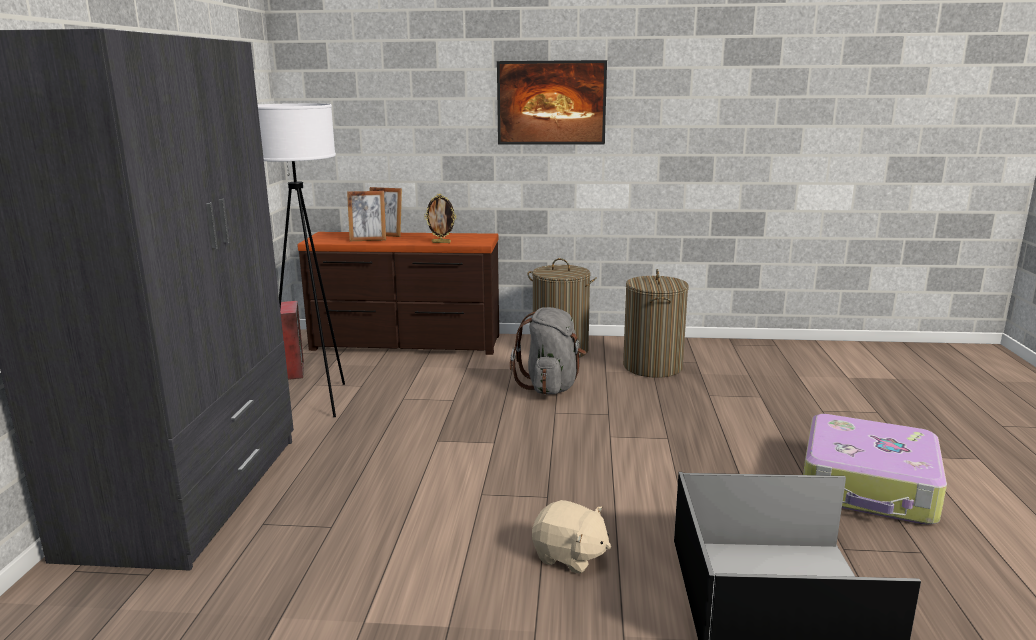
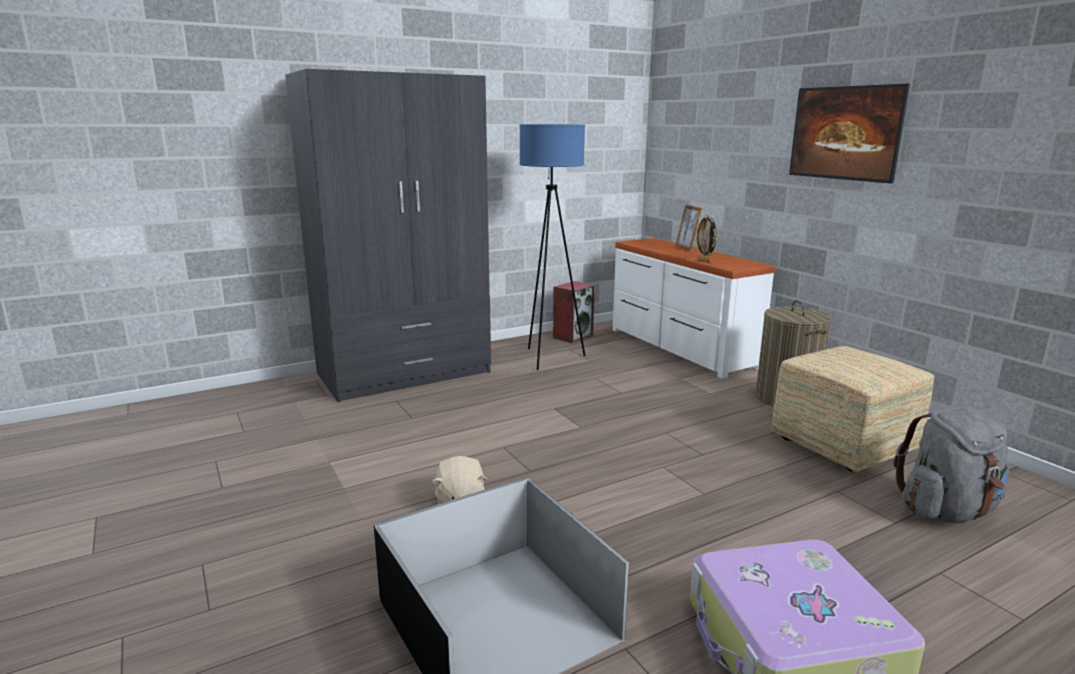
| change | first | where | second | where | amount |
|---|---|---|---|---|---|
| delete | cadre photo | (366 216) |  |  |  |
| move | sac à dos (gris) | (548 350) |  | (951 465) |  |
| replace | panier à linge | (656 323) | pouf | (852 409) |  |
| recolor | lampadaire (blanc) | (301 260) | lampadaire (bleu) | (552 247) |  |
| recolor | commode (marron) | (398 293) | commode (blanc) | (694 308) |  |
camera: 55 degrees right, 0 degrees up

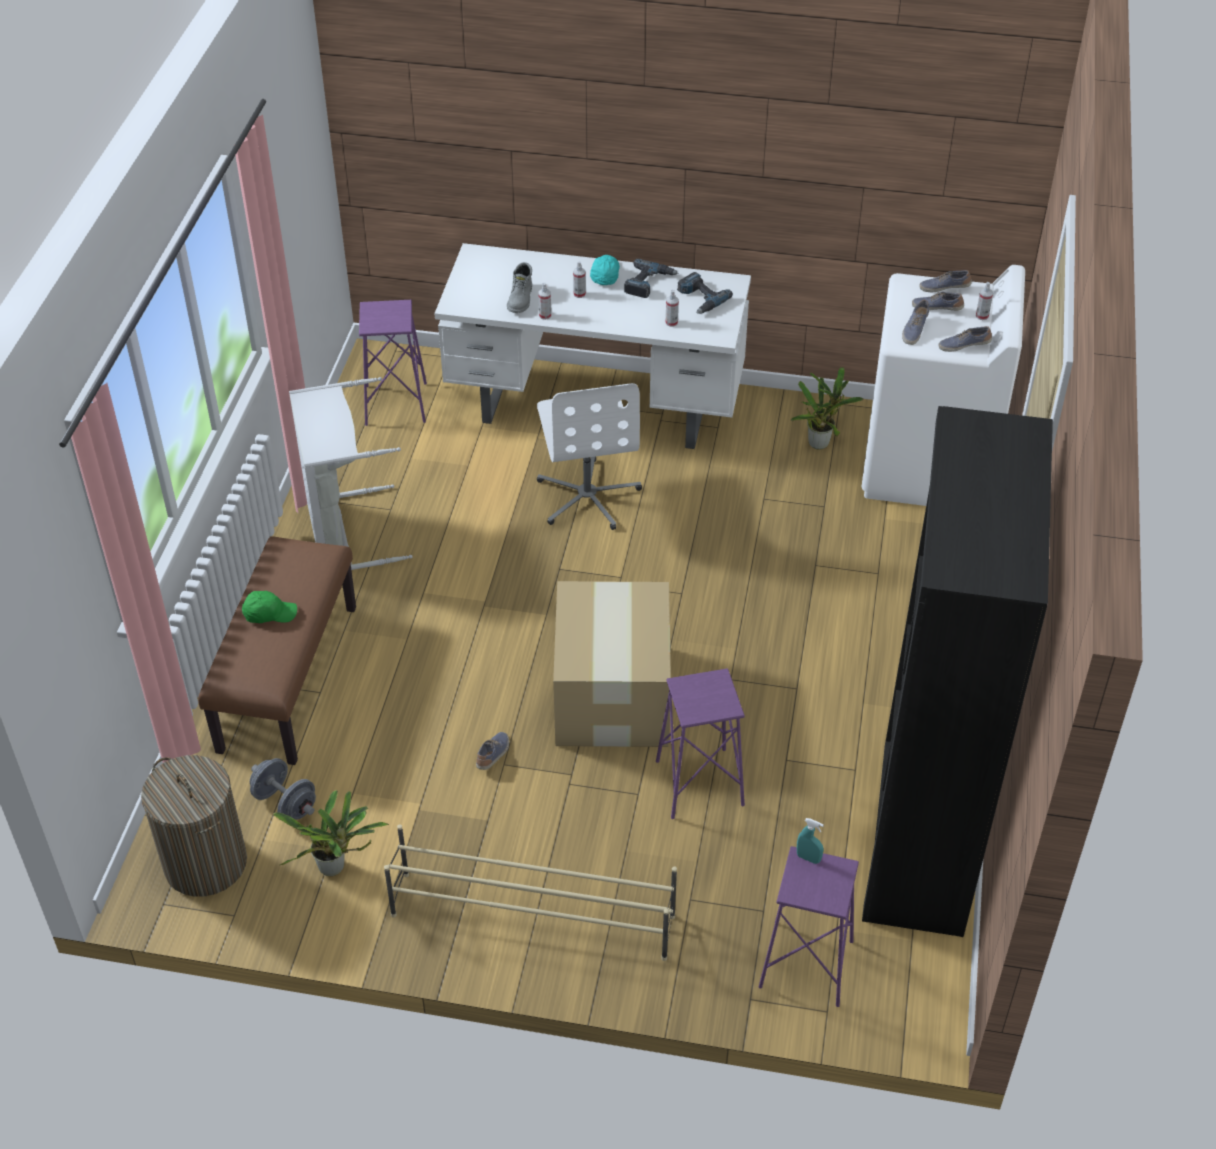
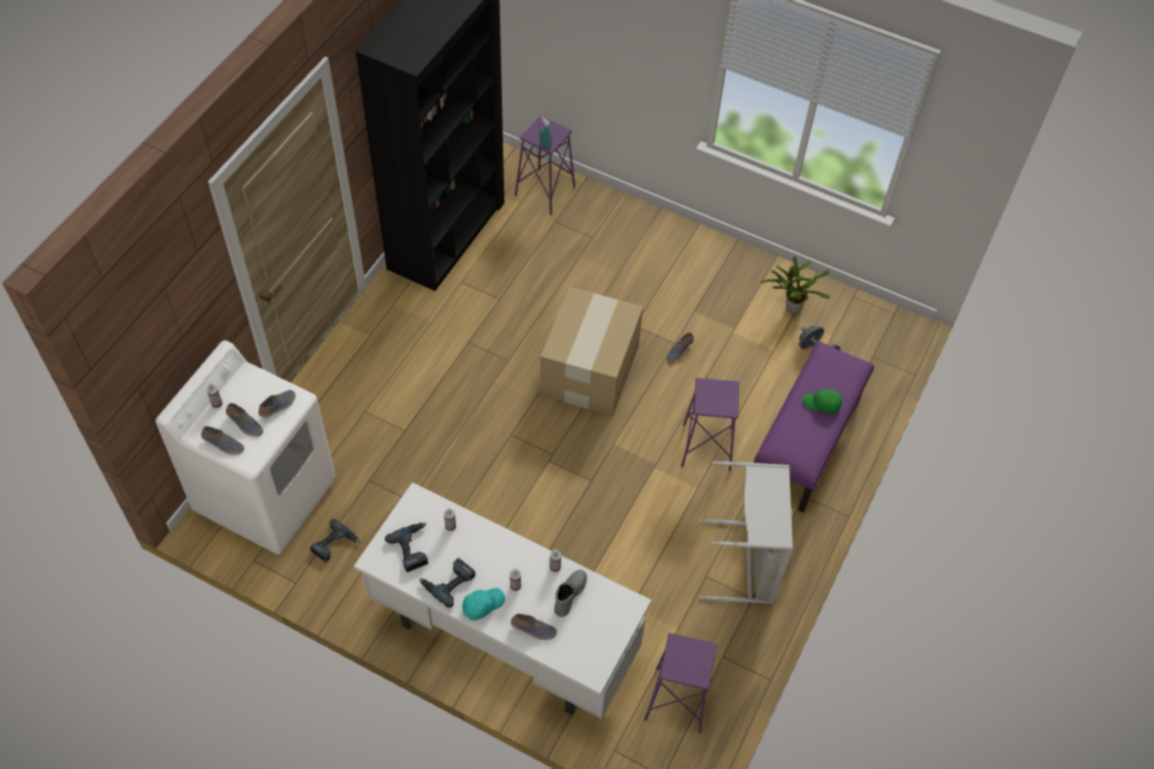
| change | first | where | second | where | amount |
|---|---|---|---|---|---|
| delete | panier à linge | (194 826) |  |  |  |
| delete | étagère à chaussures (beige) | (530 892) |  |  |  |
| delete | chaise de bureau (blanc) | (589 456) |  |  |  |
| move | tabouret (violet) | (700 743) |  | (710 424) |  |
| move | chaussure | (965 339) |  | (534 626) |  |
| replace | plante en pot | (827 408) | perceuse | (335 540) |  |
| recolor | banc (marron) | (277 651) | banc (violet) | (814 427) |  |
| rotate | casquette (turquoise) | (605 270) |  | (483 604) | 150 degrees counterclockwise |
camera: 165 degrees left, 10 degrees up

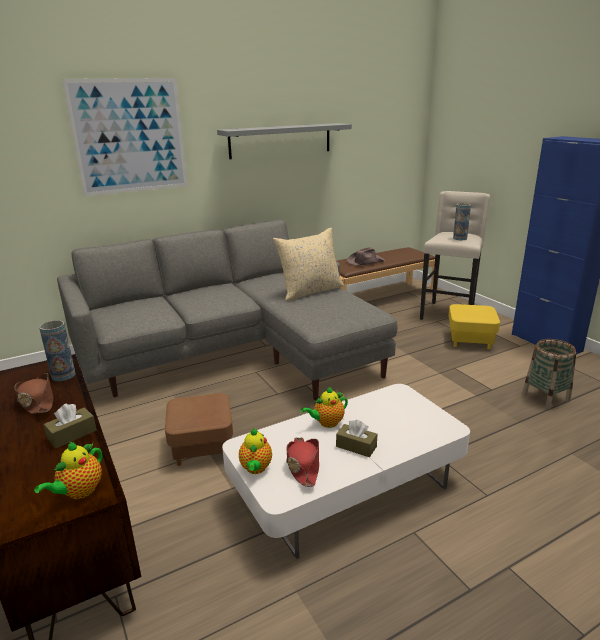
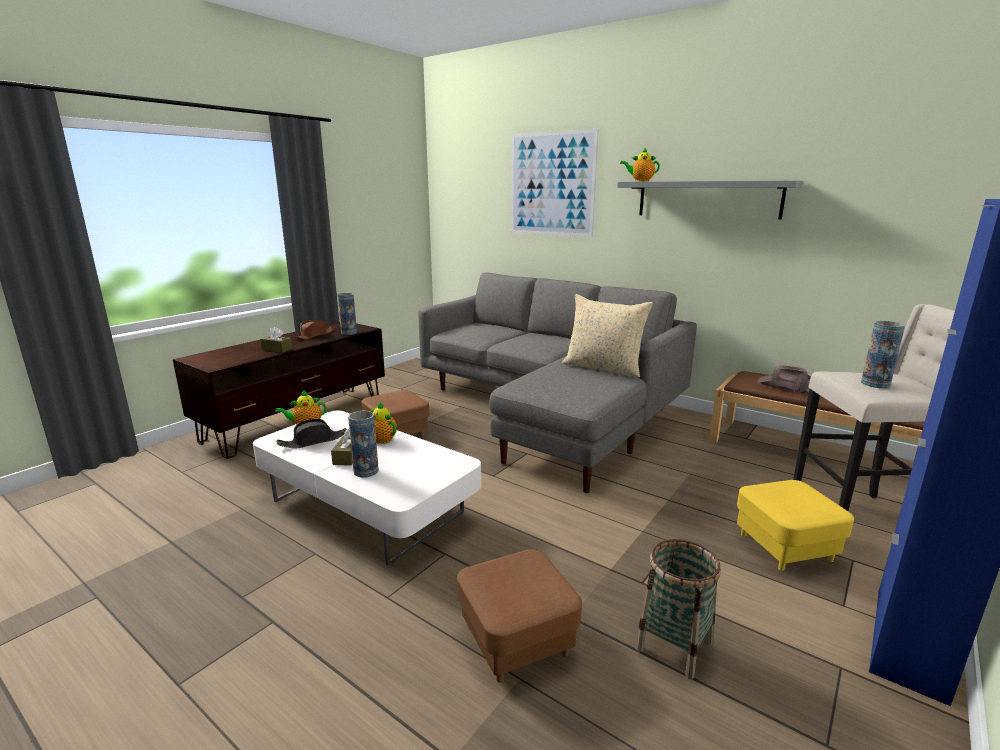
| change | first | where | second | where | amount |
|---|---|---|---|---|---|
| insert |  |  | vase | (363 444) |  |
| insert |  |  | pouf (marron) | (519 615) |  |
| move | théière | (68 470) |  | (640 164) |  |
| recolor | chapeau (rouge) | (302 462) | chapeau (noir) | (311 434) |  |
camera: 65 degrees right, 5 degrees down

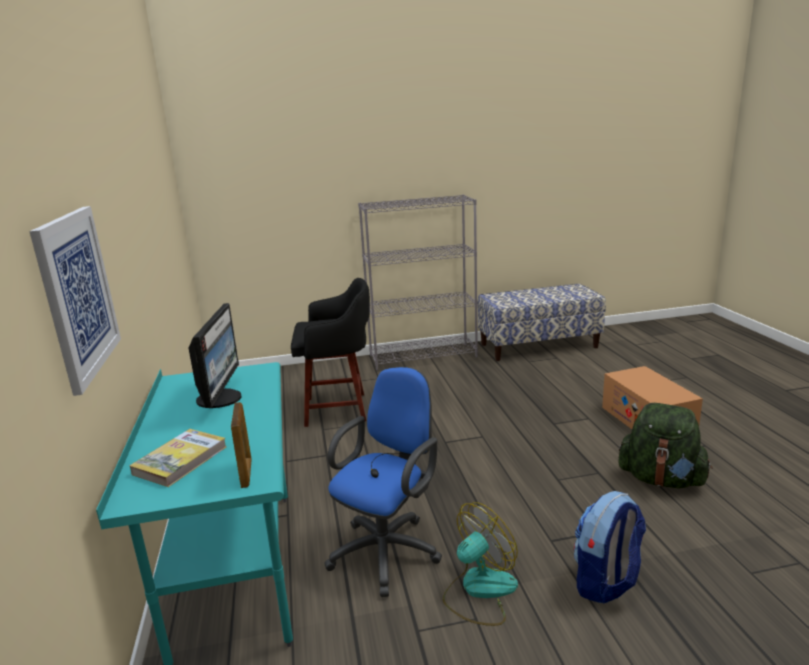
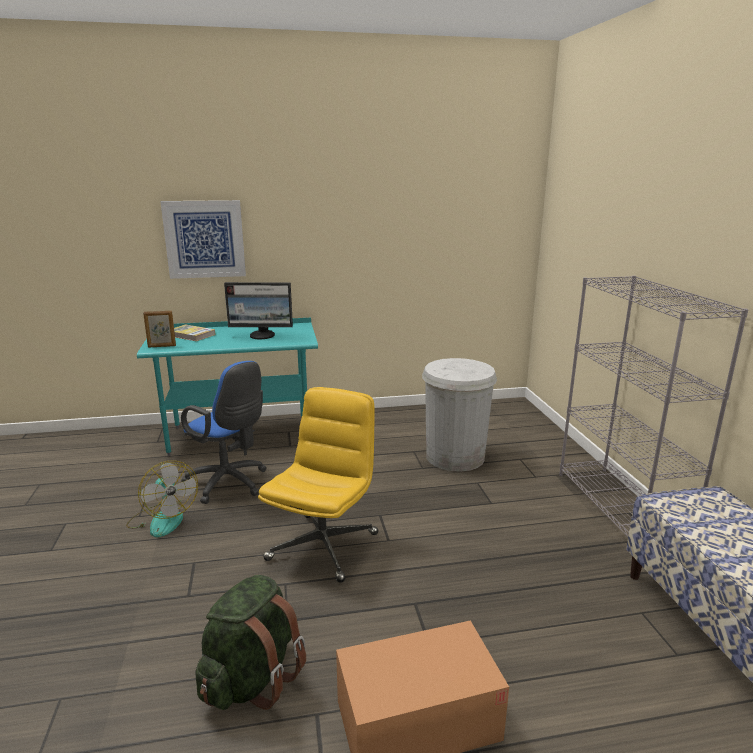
| change | first | where | second | where | amount |
|---|---|---|---|---|---|
| delete | sac à dos | (610 547) |  |  |  |
| insert |  |  | chaise de bureau (jaune) | (318 485) |  |
| replace | tabouret (noir) | (330 352) | poubelle (blanc) | (459 415) |  |
camera: 90 degrees right, 0 degrees up

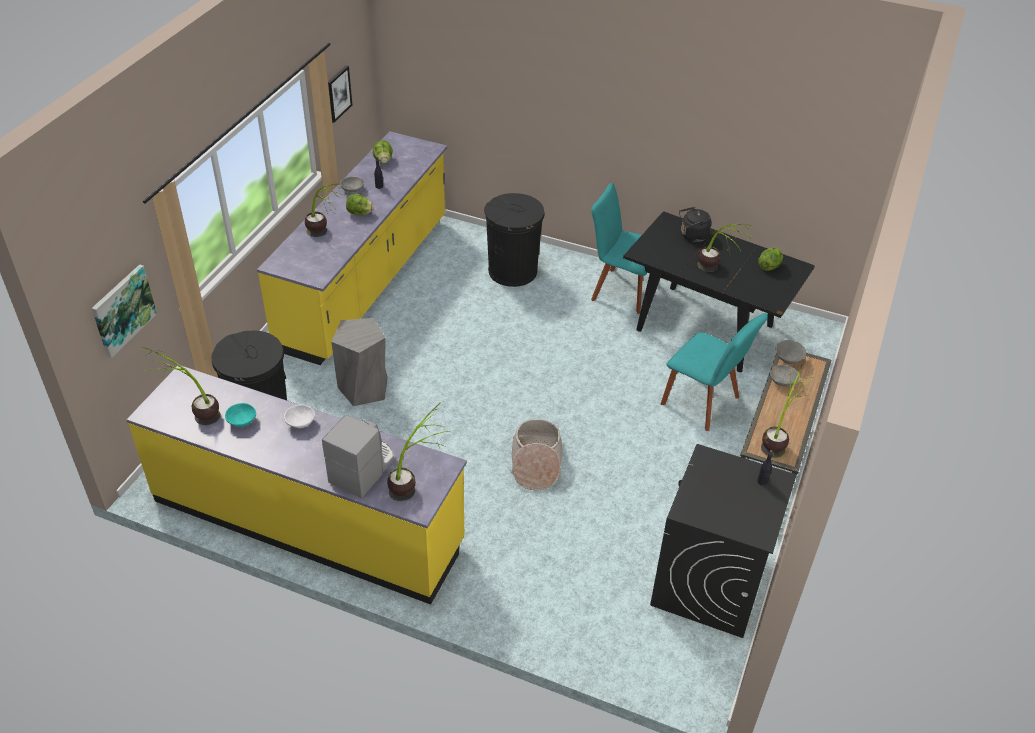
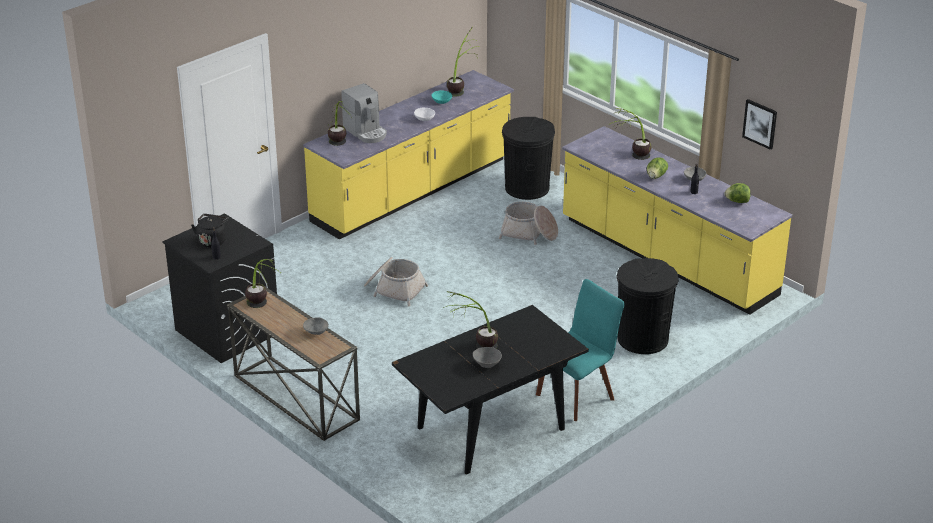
| change | first | where | second | where | amount |
|---|---|---|---|---|---|
| delete | tableau | (124 311) |  |  |  |
| delete | chaise (turquoise) | (714 372) |  |  |  |
| delete | laitue | (770 259) |  |  |  |
| move | bouilloire (noir) | (695 224) |  | (209 231) |  |
| move | bol (gris) | (791 352) |  | (487 357) |  |
| replace | tabouret (gris) | (359 362) | panier | (528 223) |  |
camera: 115 degrees right, 10 degrees down

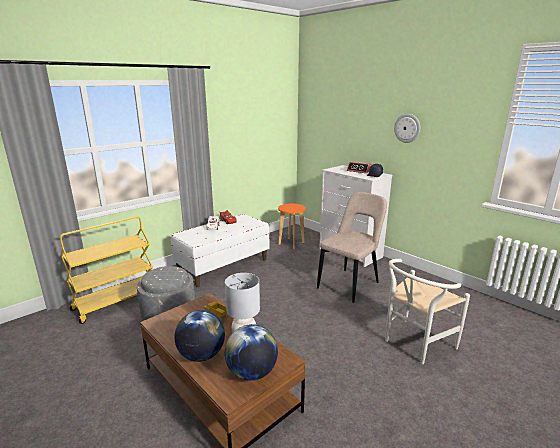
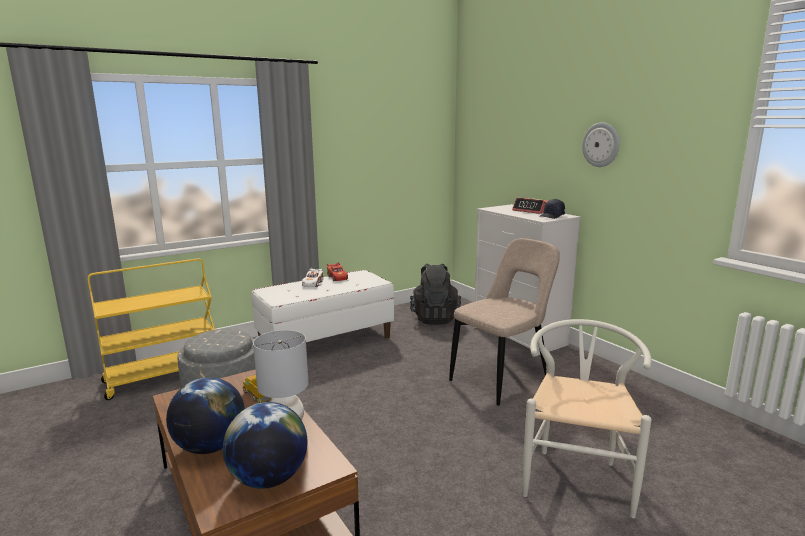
| change | first | where | second | where | amount |
|---|---|---|---|---|---|
| replace | tabouret (orange) | (292 226) | sac à dos (noir) | (435 294) |  |
| rotate | chaise (blanc) | (427 311) |  | (587 418) | 135 degrees clockwise |
camera: 10 degrees right, 5 degrees down

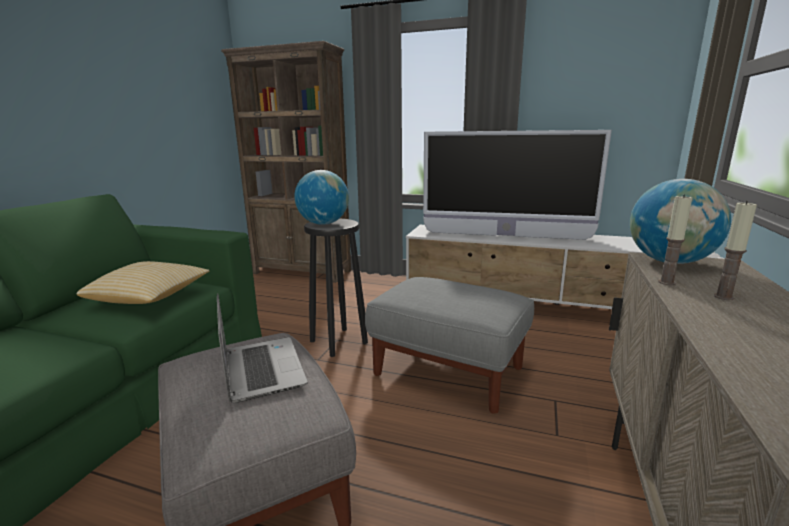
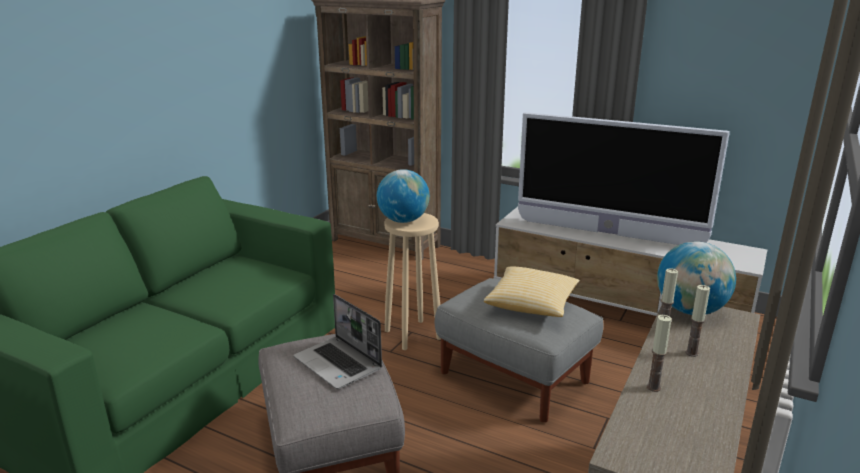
| change | first | where | second | where | amount |
|---|---|---|---|---|---|
| insert |  |  | bougie | (659 353) |  |
| move | coussin | (143 282) |  | (532 291) |  |
| recolor | tabouret (noir) | (336 288) | tabouret (beige) | (412 281) |  |
| rotate | ordinateur portable | (262 348) |  | (337 341) | 150 degrees clockwise |
camera: 10 degrees right, 5 degrees up

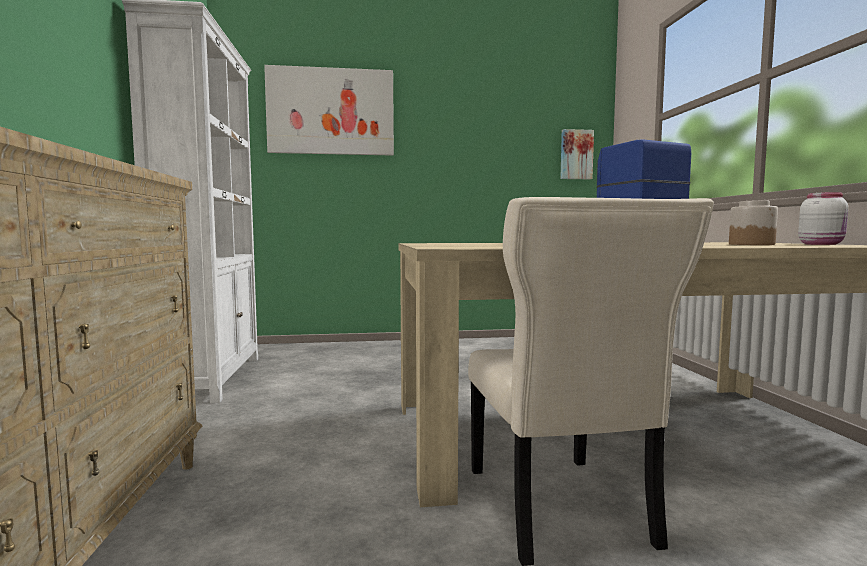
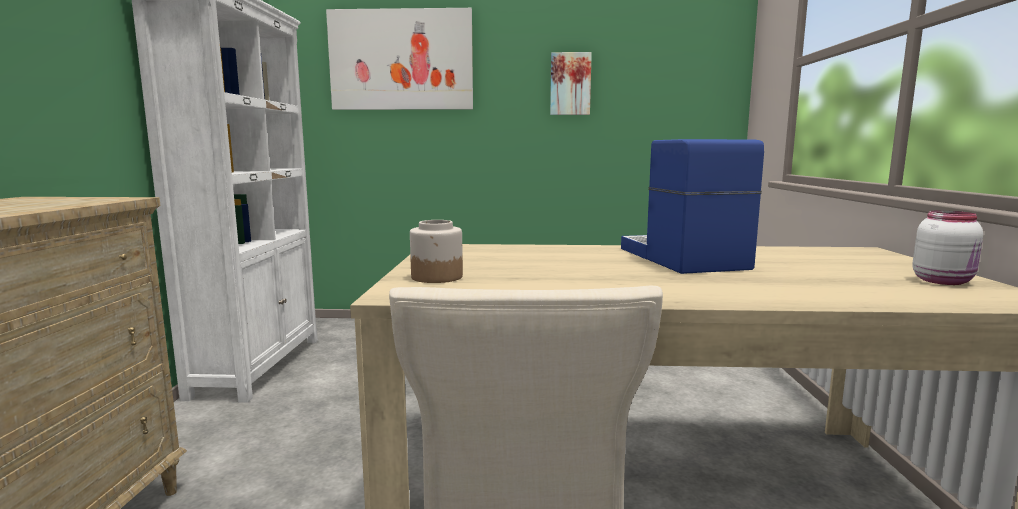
| change | first | where | second | where | amount |
|---|---|---|---|---|---|
| move | tableau | (577 154) |  | (571 83) |  |
| move | bocal | (753 222) |  | (436 251) |  |
camera: 10 degrees right, 5 degrees up

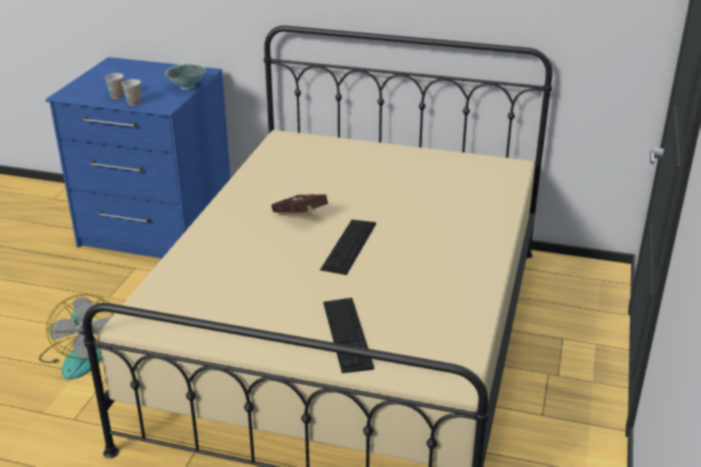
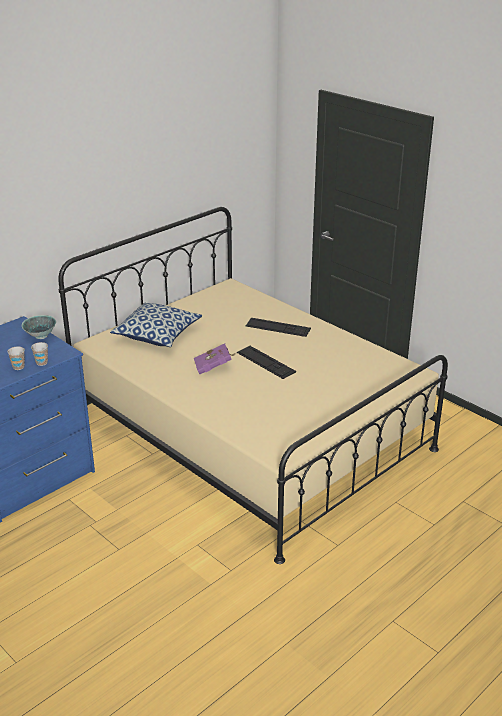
| change | first | where | second | where | amount |
|---|---|---|---|---|---|
| delete | ventilateur | (76 337) |  |  |  |
| insert |  |  | coussin | (156 325) |  |
| move | clavier | (348 335) |  | (278 327) |  |
| recolor | livre (rouge) | (300 203) | livre (violet) | (215 358) |  |
camera: 60 degrees left, 0 degrees up

